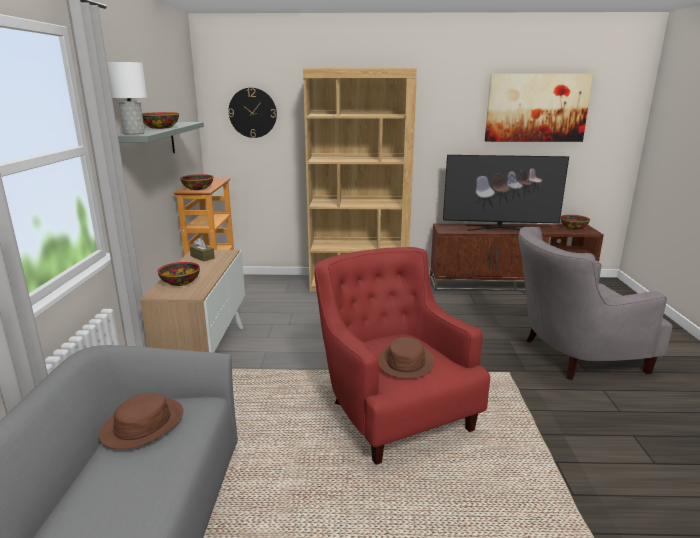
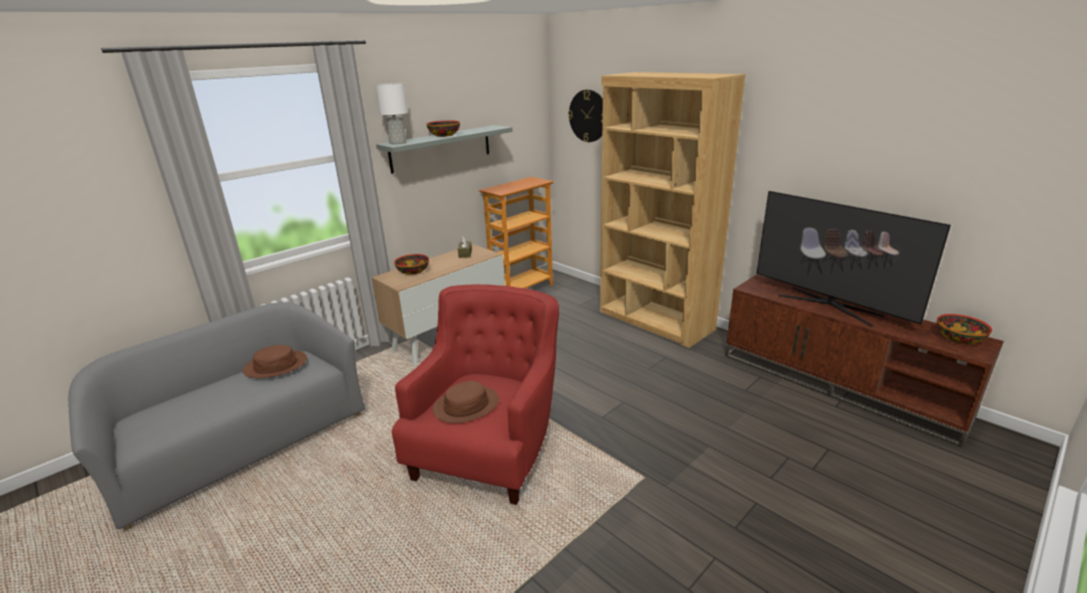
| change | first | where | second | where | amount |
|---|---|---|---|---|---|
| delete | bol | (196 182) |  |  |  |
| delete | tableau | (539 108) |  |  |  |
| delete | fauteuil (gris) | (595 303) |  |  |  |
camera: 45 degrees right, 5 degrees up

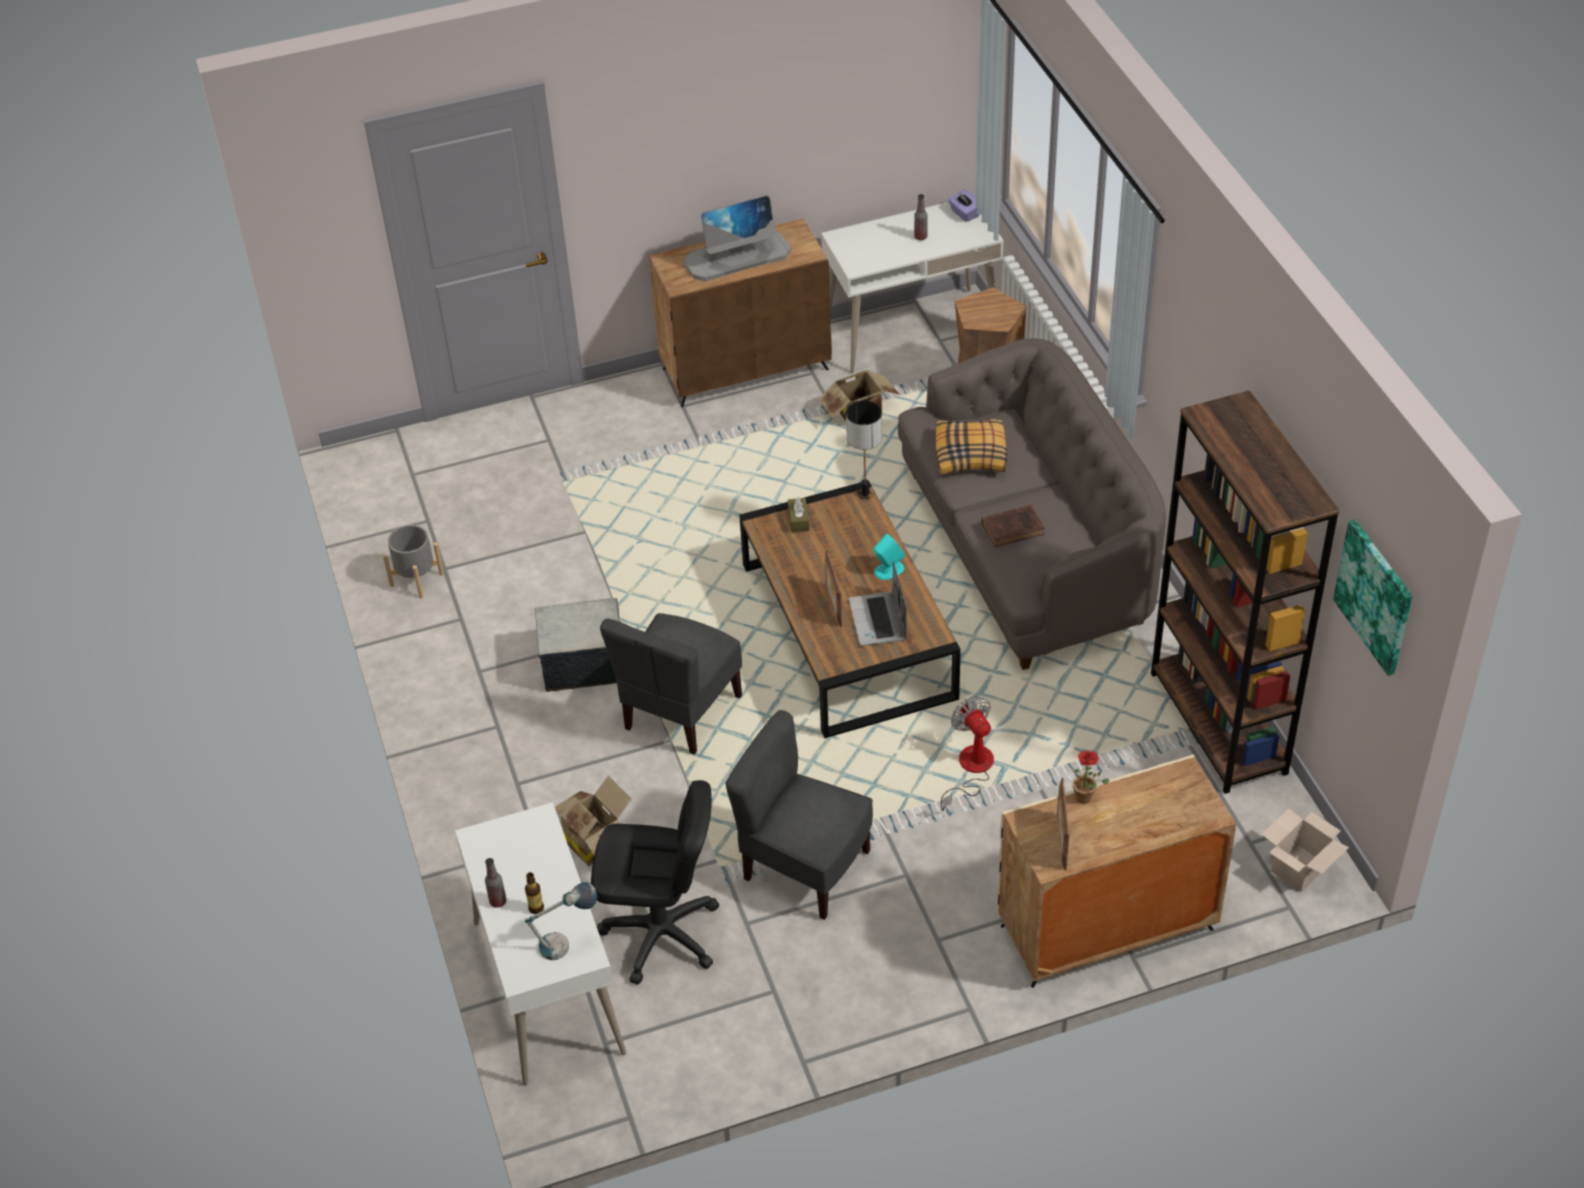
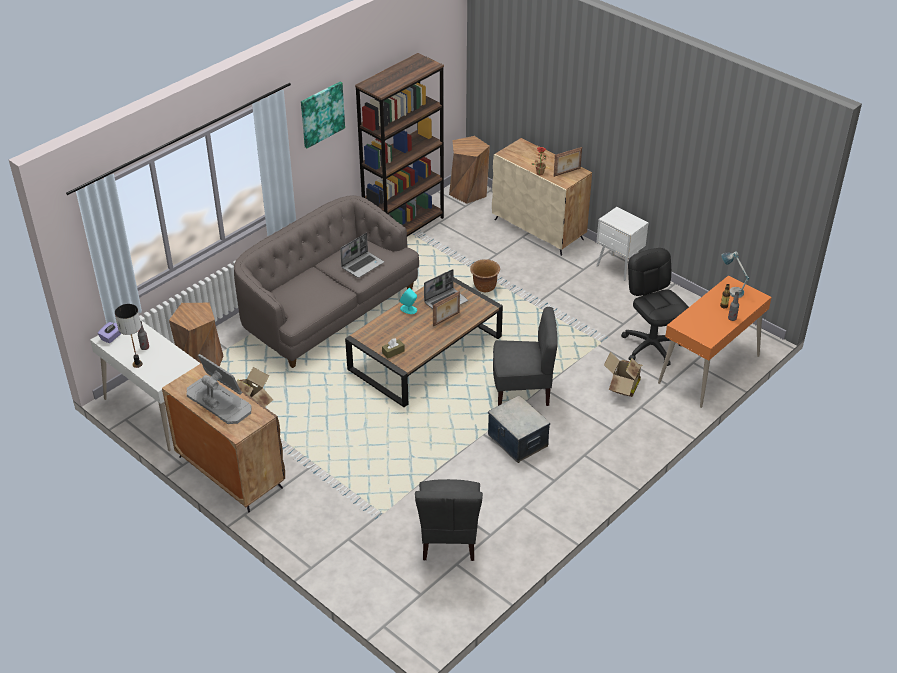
| change | first | where | second | where | amount |
|---|---|---|---|---|---|
| delete | cache-pot (gris) | (413 561) |  |  |  |
| delete | coussin | (971 446) |  |  |  |
| insert |  |  | table de chevet (blanc) | (622 244) |  |
| move | chaise (gris) | (799 815) |  | (449 520) |  |
| move | lampe de table | (864 450) |  | (129 336) |  |
| move | tableau | (1372 597) |  | (323 115) |  |
| replace | ventilateur | (967 753) | cache-pot (marron) | (485 275) |  |
| replace | livre (marron) | (1013 526) | ordinateur portable | (362 255) |  |
| replace | carton | (1305 850) | tabouret (marron) | (469 170) |  |
| recolor | bureau (blanc) | (540 944) | bureau (orange) | (715 341) |  |
camera: 120 degrees left, 5 degrees down

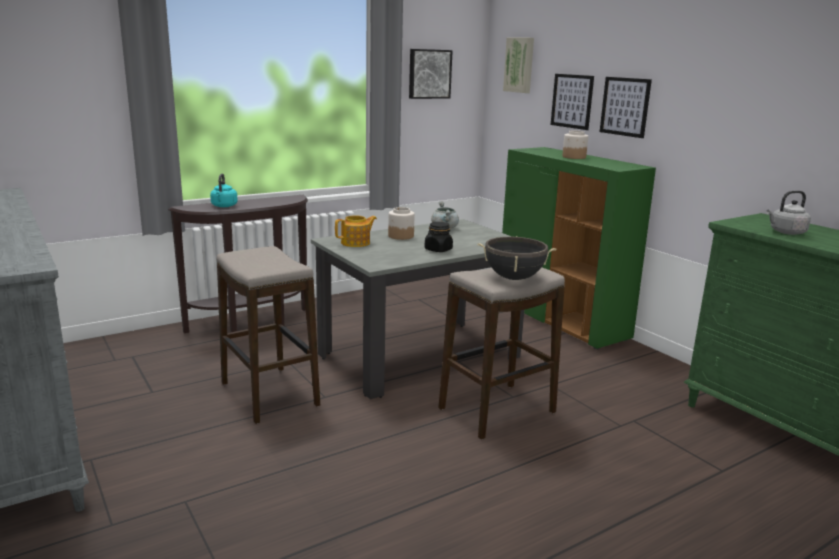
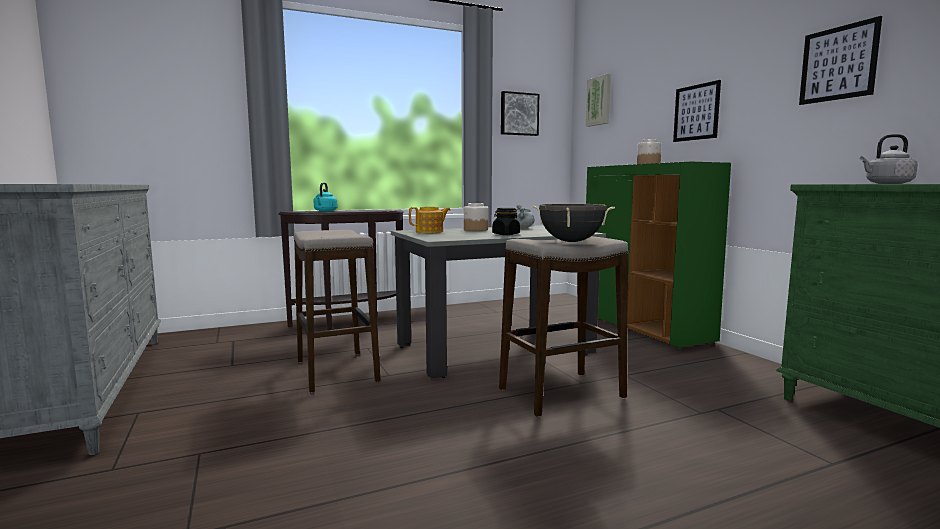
| change | first | where | second | where | amount |
|---|---|---|---|---|---|
| move | tableau | (572 102) |  | (840 60) |  |
camera: 10 degrees right, 10 degrees down

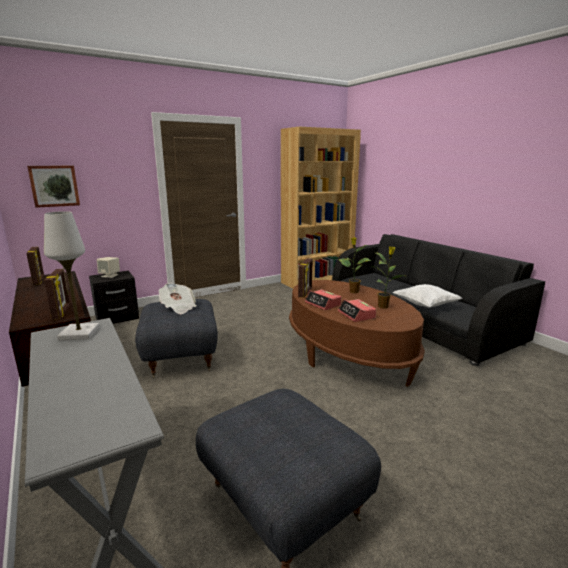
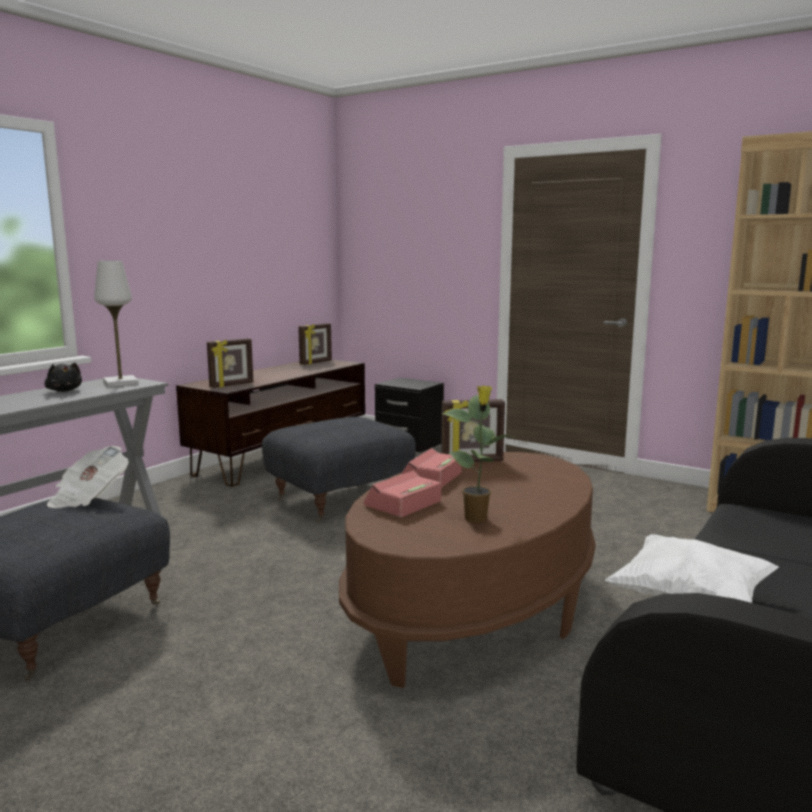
| change | first | where | second | where | amount |
|---|---|---|---|---|---|
| delete | tableau | (53 186) |  |  |  |
| delete | enceinte (beige) | (108 267) |  |  |  |
| delete | plante en pot | (354 265) |  |  |  |
| insert |  |  | peluche (noir) | (63 377) |  |
| move | journal | (177 298) |  | (88 477) |  |
camera: 65 degrees right, 5 degrees down

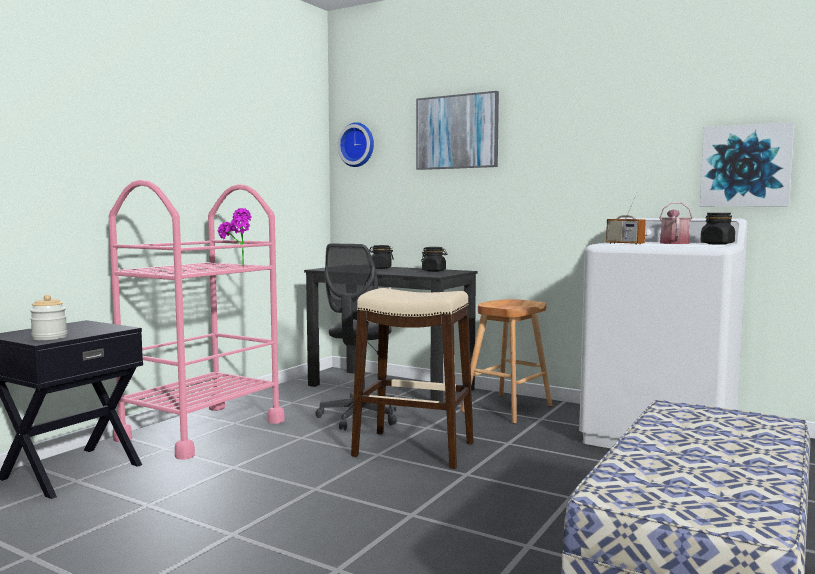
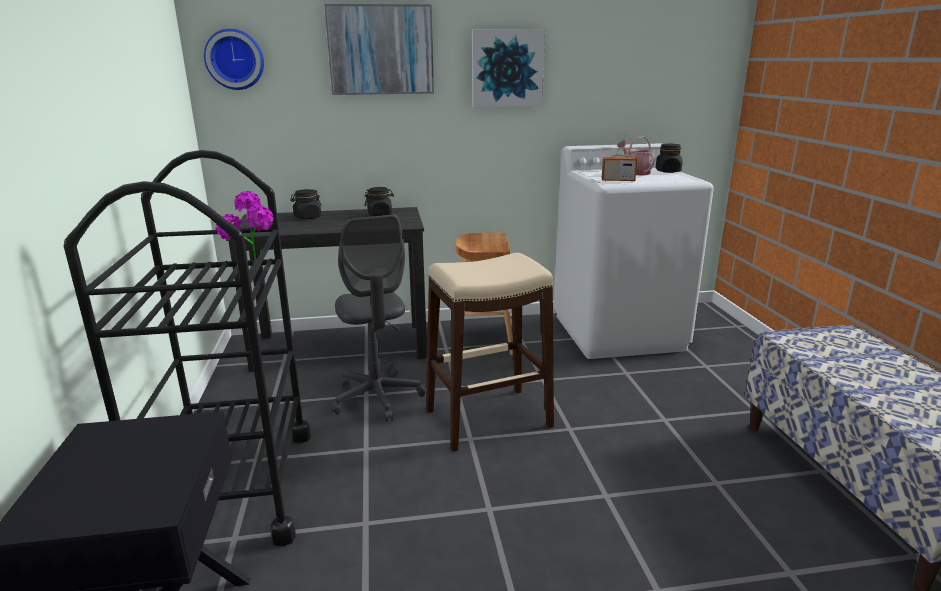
| change | first | where | second | where | amount |
|---|---|---|---|---|---|
| delete | bocal | (48 317) |  |  |  |
| move | tableau | (747 164) |  | (508 68) |  |
| recolor | chariot (rose) | (197 320) | chariot (noir) | (187 348) |  |
camera: 40 degrees left, 15 degrees up

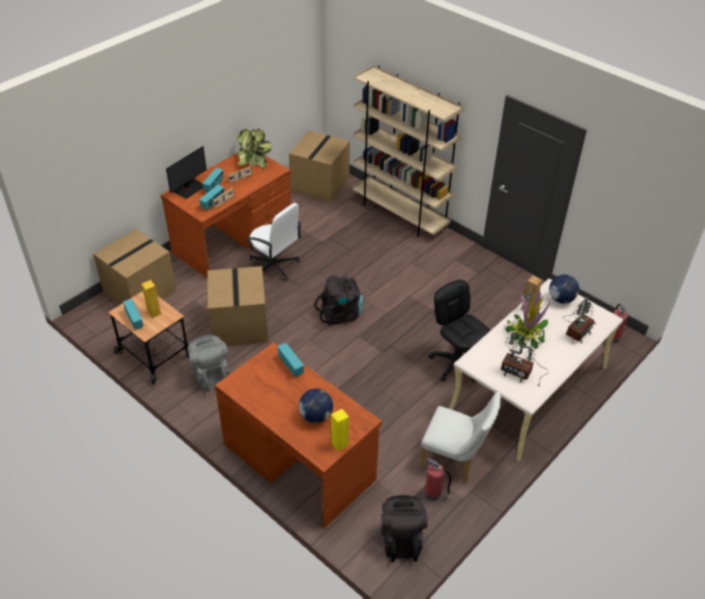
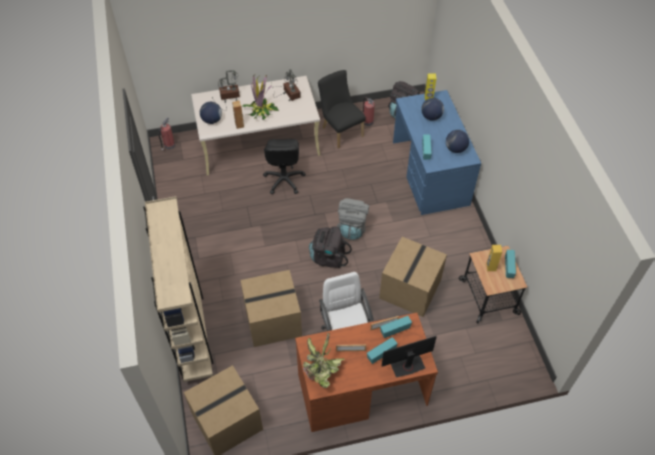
| change | first | where | second | where | amount |
|---|---|---|---|---|---|
| insert |  |  | globe | (457 141) |  |
| move | carton | (134 267) |  | (271 308) |  |
| move | sac à dos (gris) | (208 363) |  | (353 219) |  |
| recolor | bureau (marron) | (298 435) | bureau (bleu) | (437 152) |  |
| recolor | chaise (blanc) | (460 437) | chaise (noir) | (342 109) |  |
camera: 145 degrees left, 10 degrees up

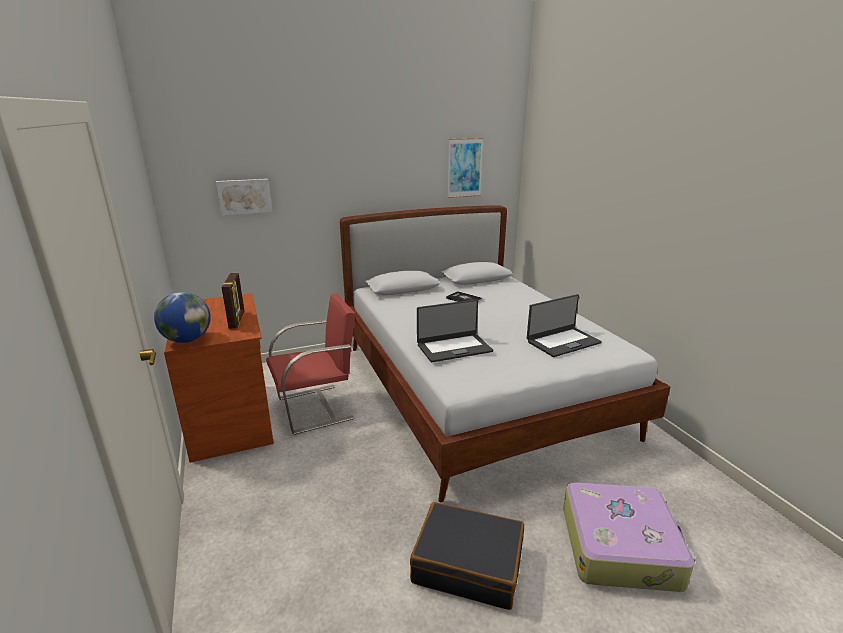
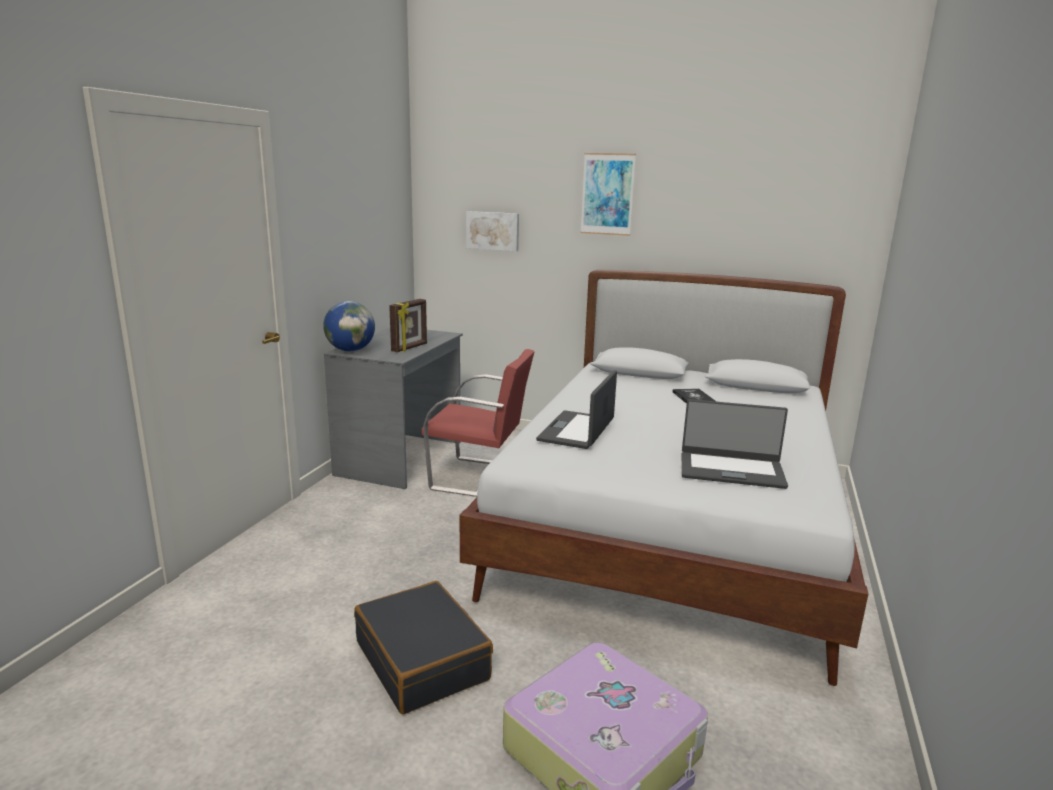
| change | first | where | second | where | amount |
|---|---|---|---|---|---|
| move | tableau | (465 168) |  | (608 194) |  |
| recolor | bureau (marron) | (219 378) | bureau (gris) | (393 408) |  |
| rotate | ordinateur portable | (455 330) |  | (576 409) | 90 degrees clockwise |
camera: 40 degrees right, 5 degrees down

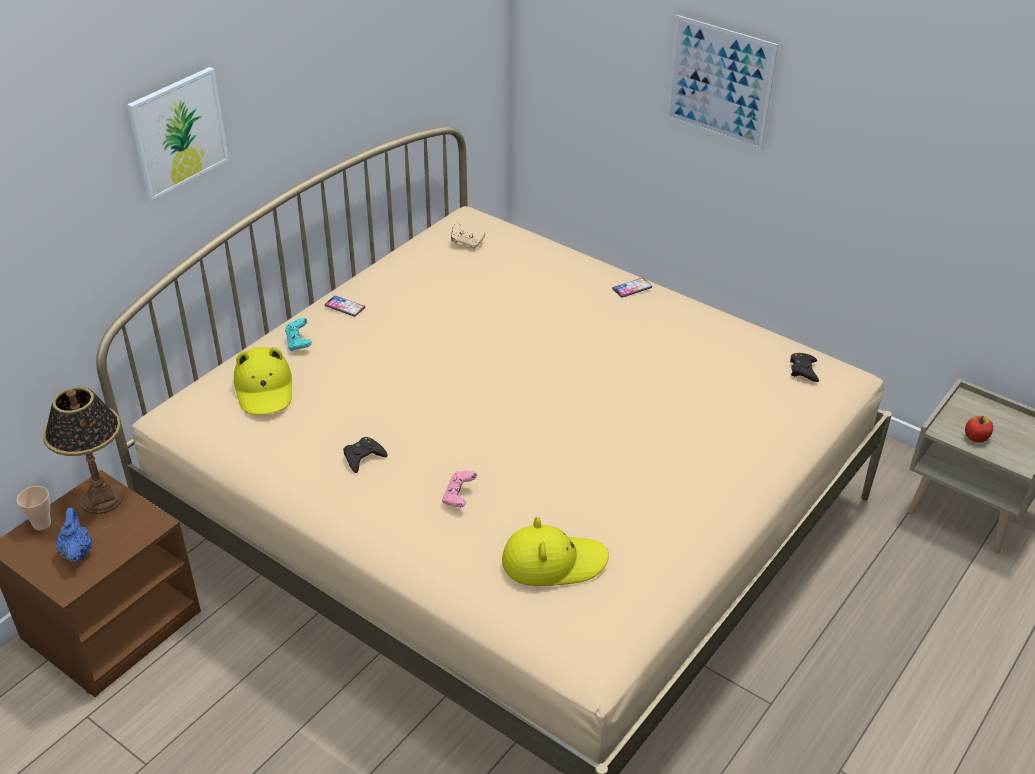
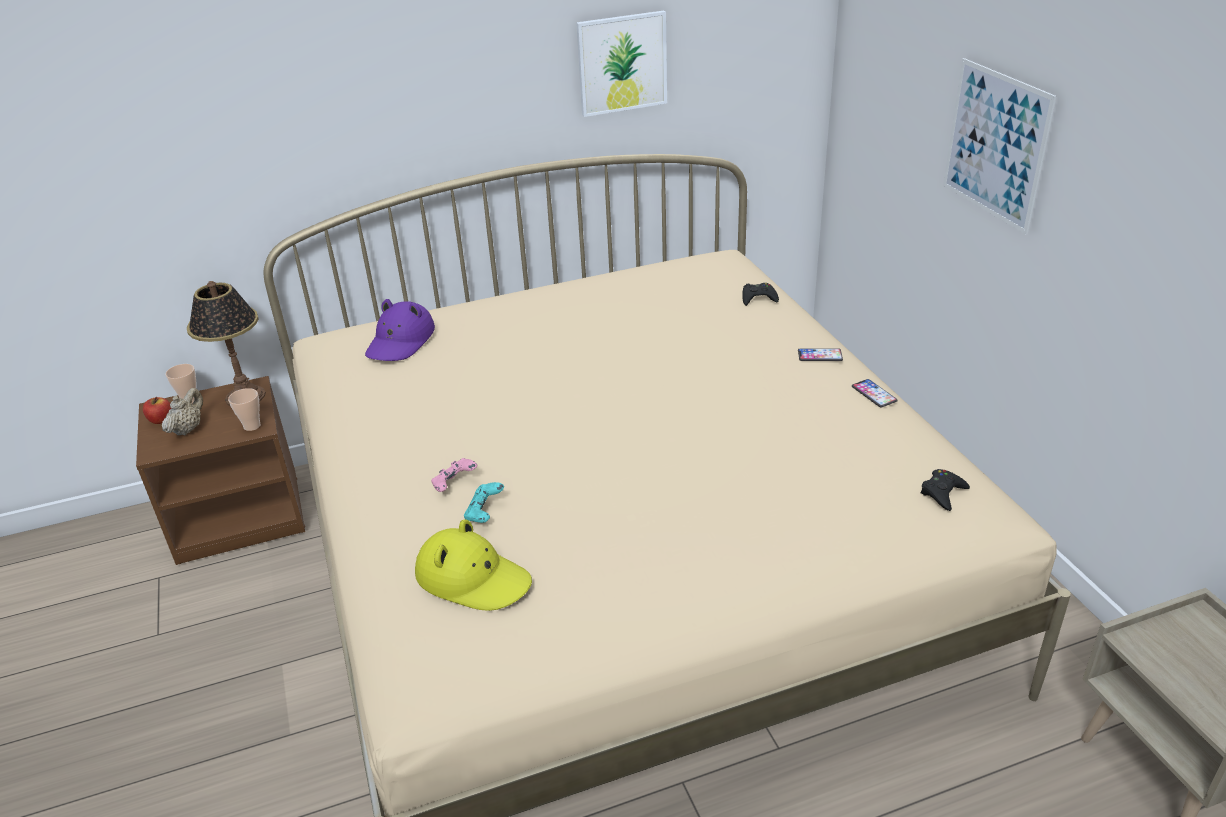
| change | first | where | second | where | amount |
|---|---|---|---|---|---|
| delete | manette (beige) | (468 236) |  |  |  |
| insert |  |  | tasse | (244 409) |  |
| move | tableau | (178 133) |  | (621 63) |  |
| move | manette (turquoise) | (298 334) |  | (484 502) |  |
| move | téléphone | (345 306) |  | (875 393) |  |
| move | manette (noir) | (365 455) |  | (760 294) |  |
| move | pomme | (979 429) |  | (157 410) |  |
| recolor | théière (bleu) | (74 535) | théière (beige) | (182 412) |  |
| recolor | chapeau (jaune) | (263 381) | chapeau (violet) | (400 330) |  |
camera: 35 degrees right, 5 degrees down

